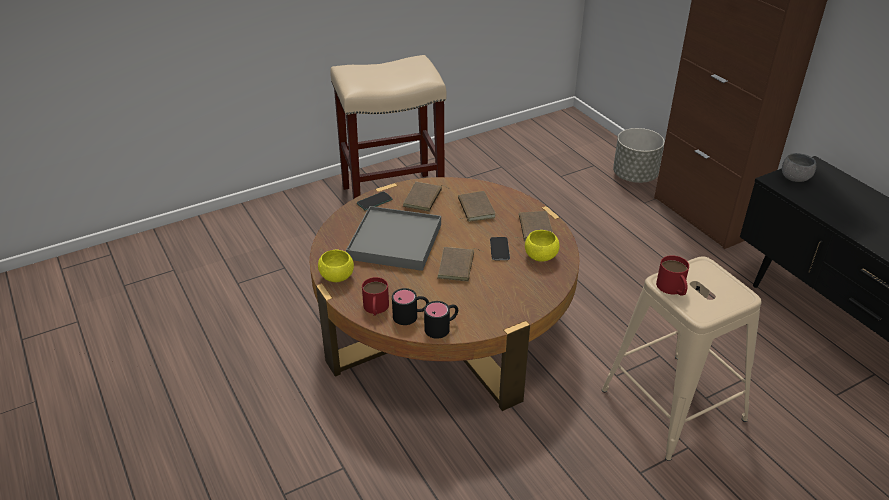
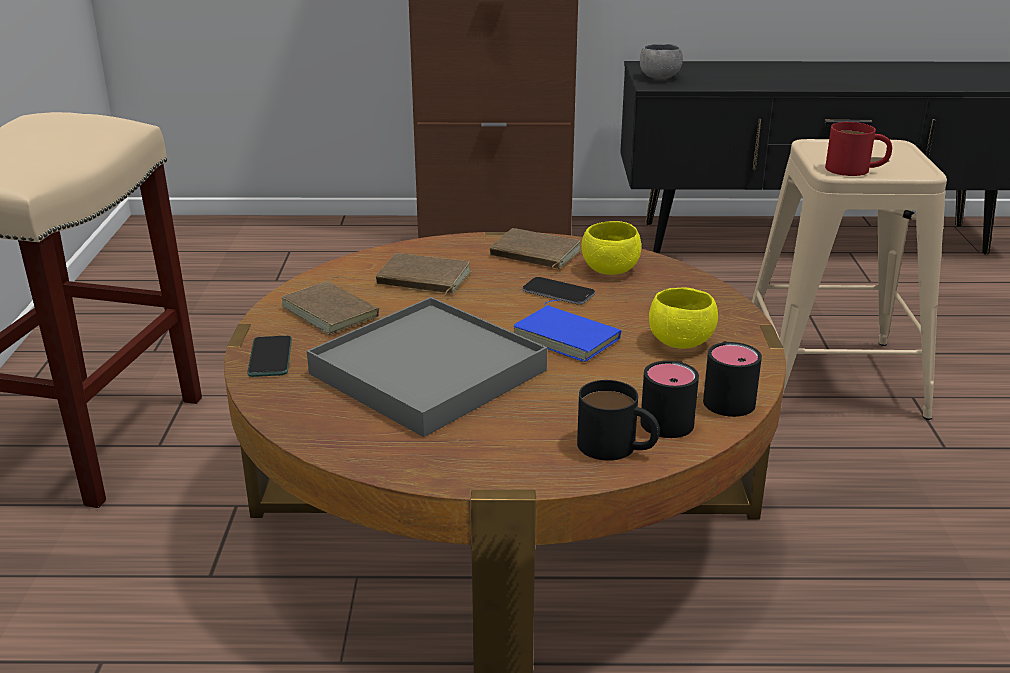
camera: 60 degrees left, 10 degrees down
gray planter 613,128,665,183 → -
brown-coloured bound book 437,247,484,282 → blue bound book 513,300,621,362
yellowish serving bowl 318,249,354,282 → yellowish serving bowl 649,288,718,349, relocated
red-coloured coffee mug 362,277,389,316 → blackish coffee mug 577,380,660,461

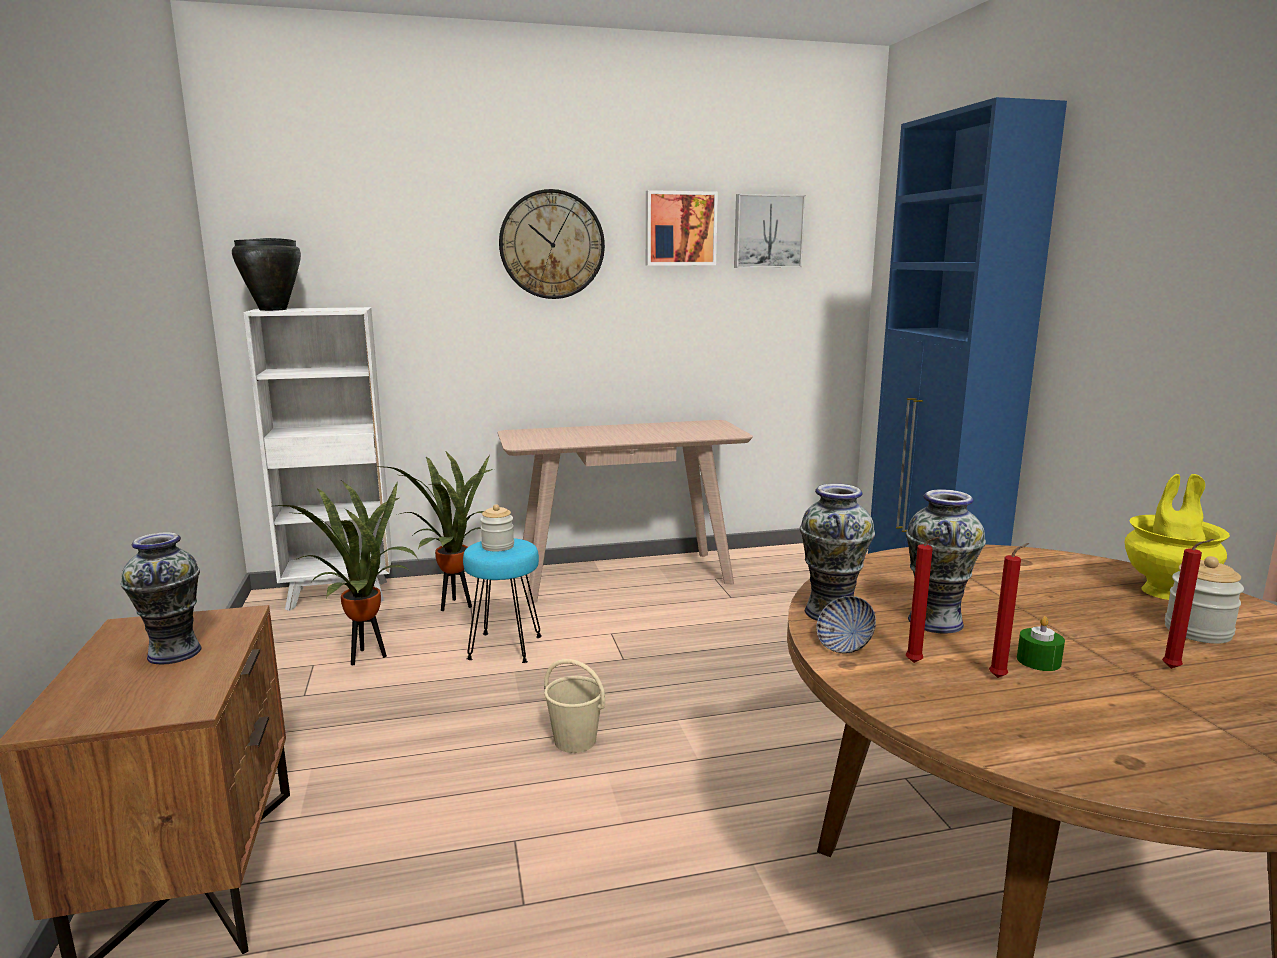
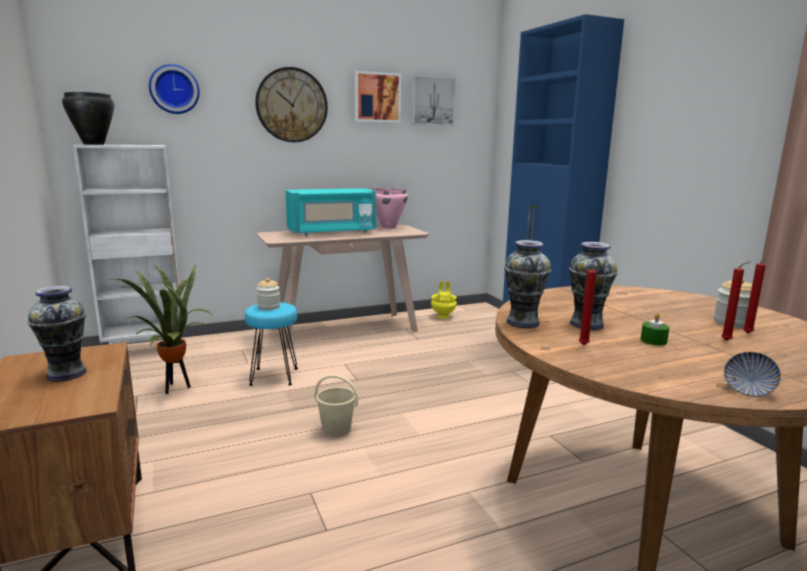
camera: 10 degrees left, 0 degrees up
potted plant 385,450,493,611 → -
yellowish flower vase 1125,474,1230,600 → yellowish flower vase 431,281,457,319, relocated
red-coloured candle 989,543,1029,678 → red-coloured candle 743,256,769,333, relocated
serving bowl 816,596,876,653 → serving bowl 724,352,781,397, relocated
- → clock on the wall 149,64,200,114
- → turquoise-coloured microwave 285,188,376,236
- → pink cooking pot 372,188,408,229

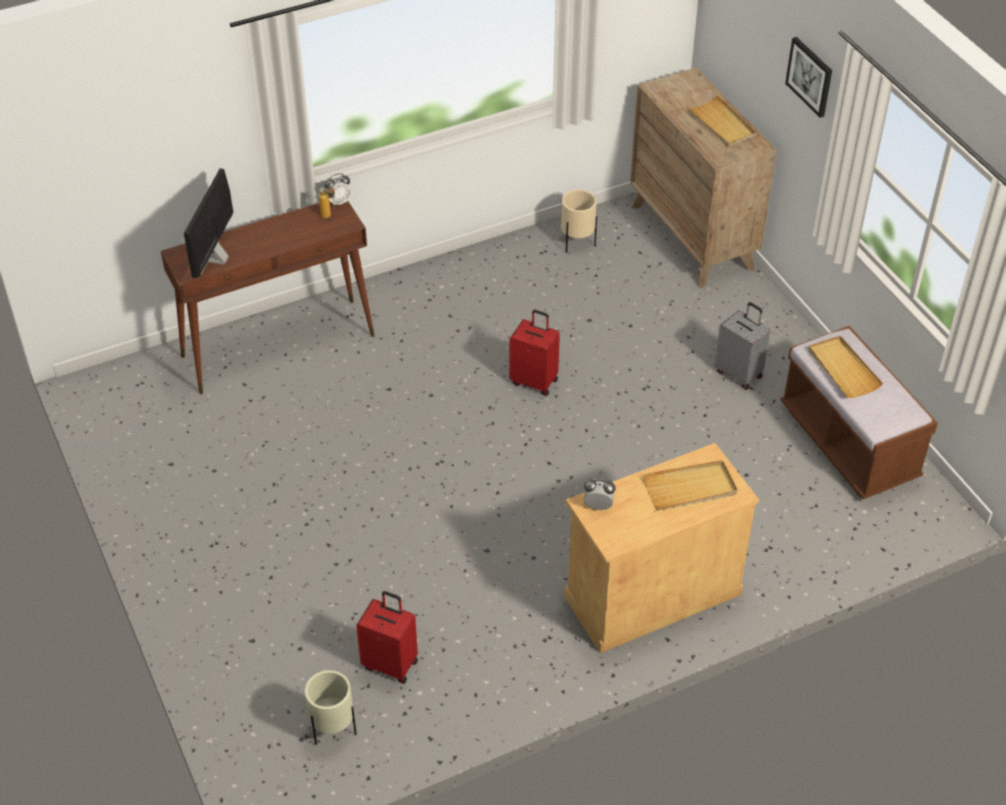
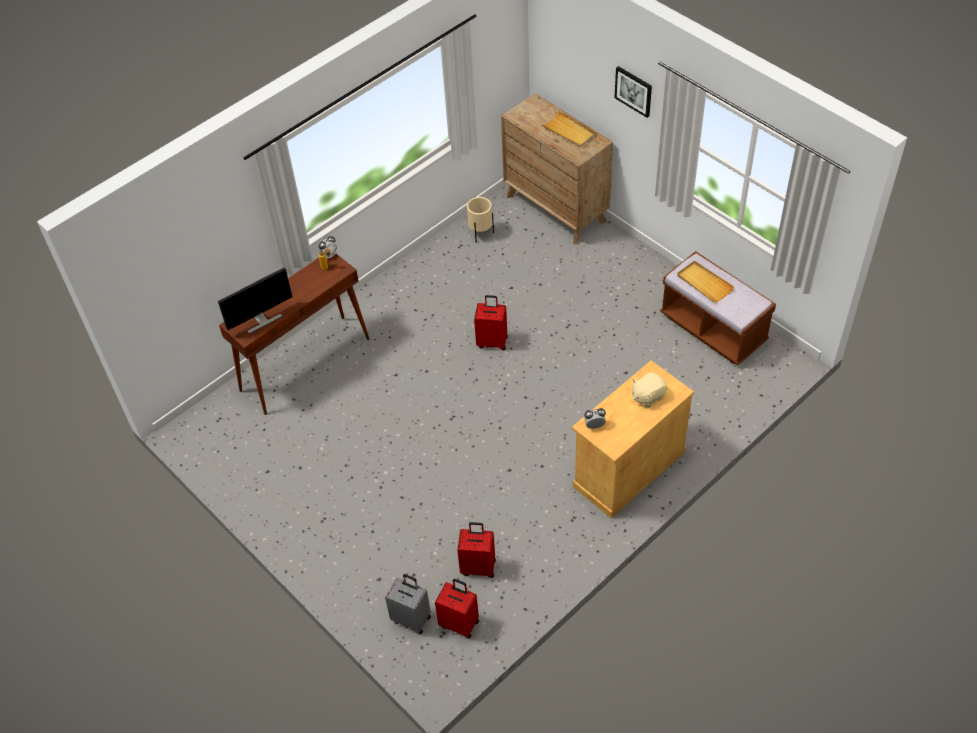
camera: 15 degrees left, 5 degrees up
computer display 184,168,233,278 → computer display 218,268,293,334, 120 degrees counterclockwise
gray suitcase 714,302,770,390 → gray suitcase 385,574,431,634, relocated
beige-coloured carrying tray 643,460,737,511 → beige-coloured cuddly toy 632,372,667,408
beige-coloured planter 305,670,356,744 → red-coloured suitcase 435,579,479,639

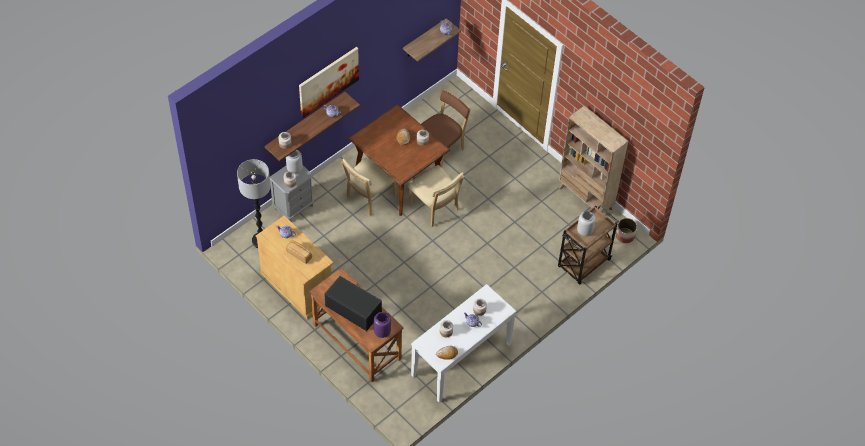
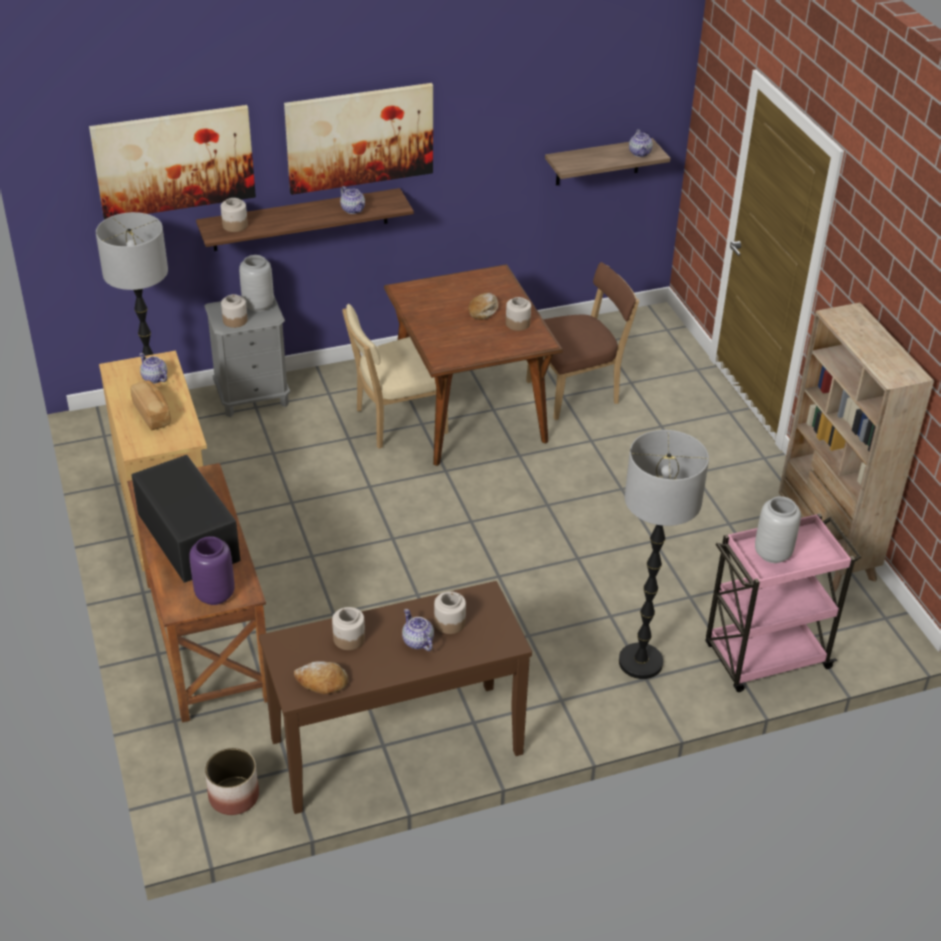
camera: 25 degrees right, 15 degrees down
beige-coloured chair 408,165,465,227 → -
brown-coloured cart 558,206,619,285 → pink cart 705,513,862,692
planter 616,218,637,243 → planter 205,748,259,815, relocated
white console table 411,284,516,403 → brown-coloured console table 259,581,532,814
- → wall art 89,105,256,220
- → standard lamp 619,430,709,679

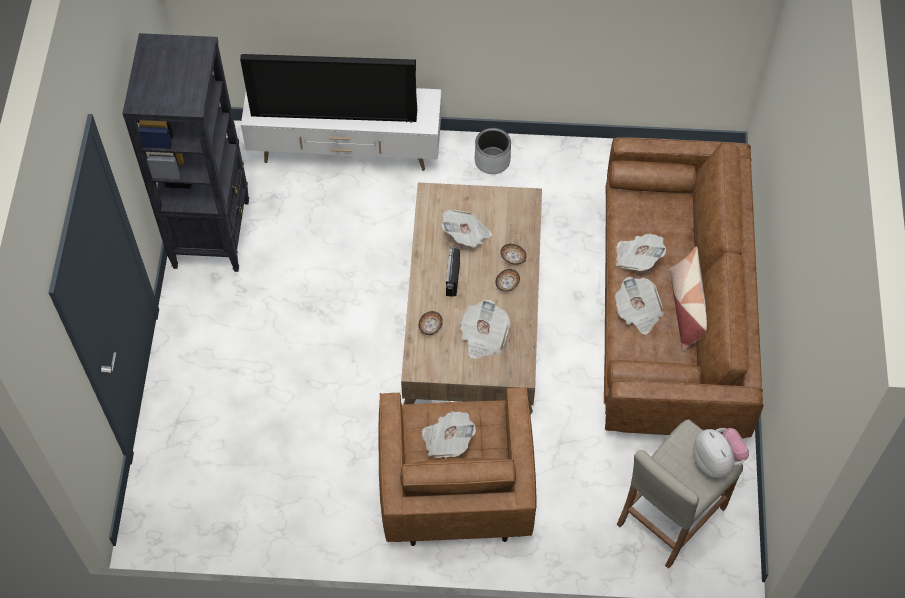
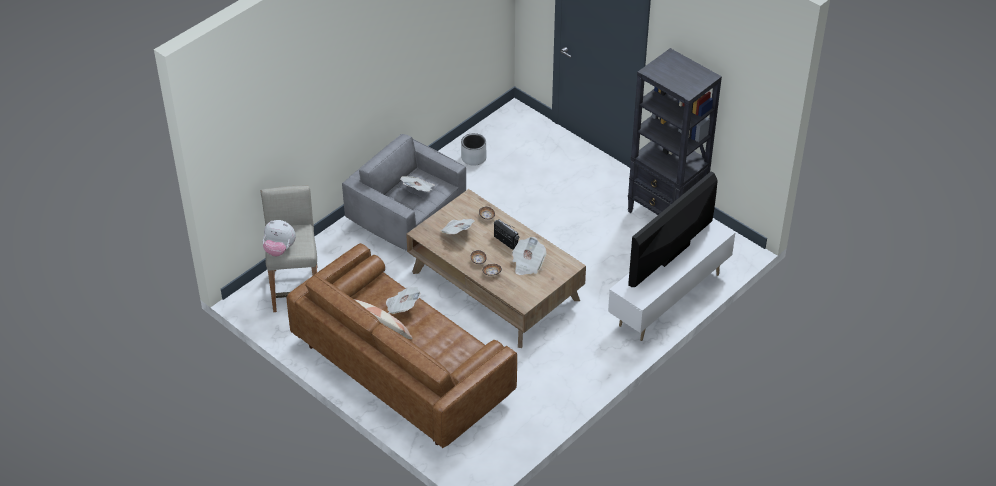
camera: 130 degrees right, 15 degrees down
gray planter 475,128,511,174 → gray planter 461,133,487,166, relocated
printed paper 616,233,666,271 → -
brown-coloured easy chair 378,387,536,546 → gray easy chair 342,134,466,251

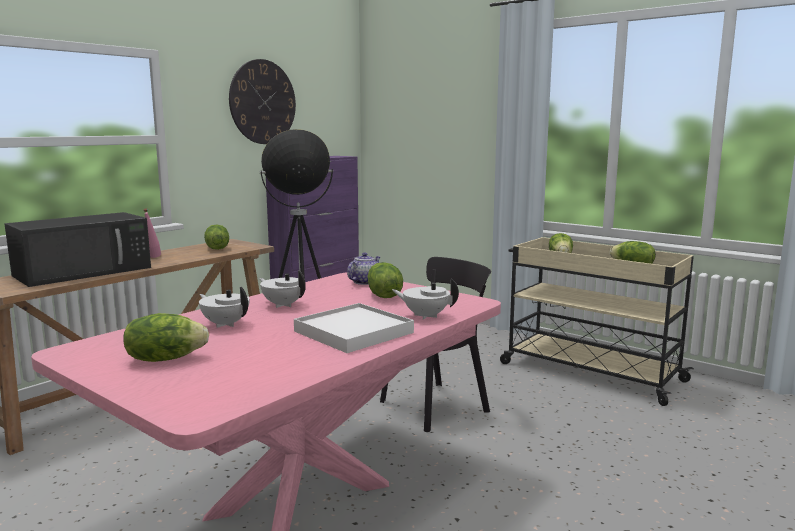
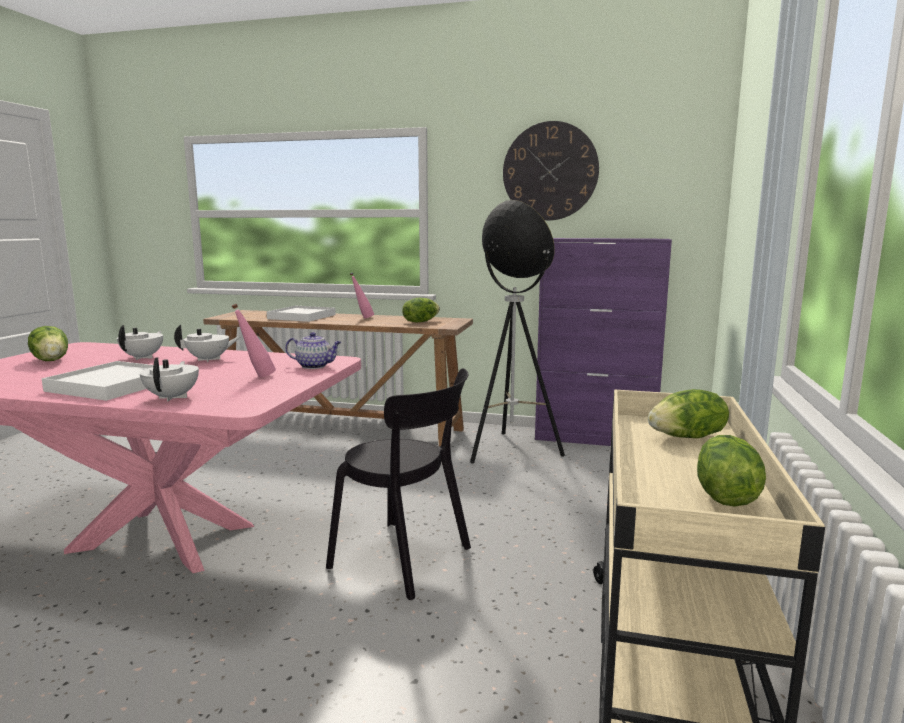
camera: 65 degrees right, 0 degrees up
blackish microwave 5,212,151,287 → white carrying tray 267,306,336,322
head of lettuce 368,262,403,298 → pink beverage bottle 232,304,276,377
white pot for tea 259,270,306,308 → white pot for tea 174,325,242,362, 60 degrees clockwise

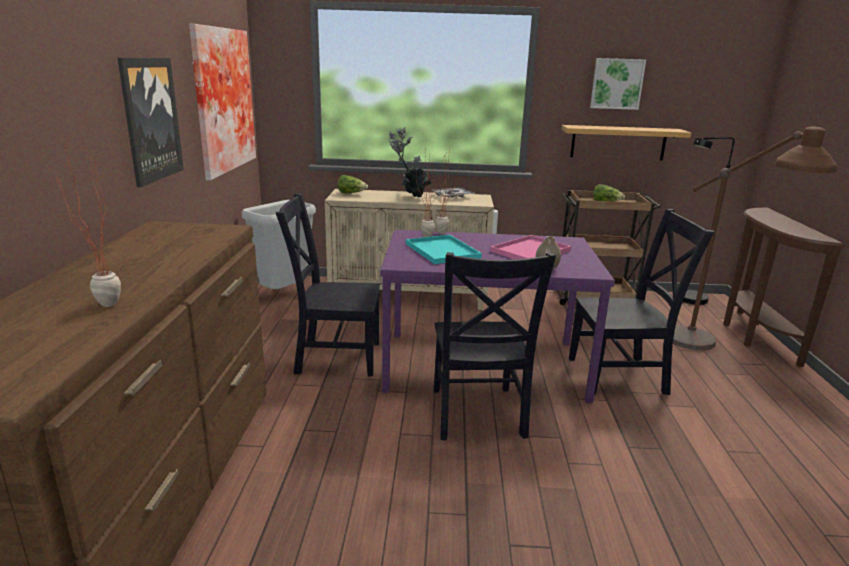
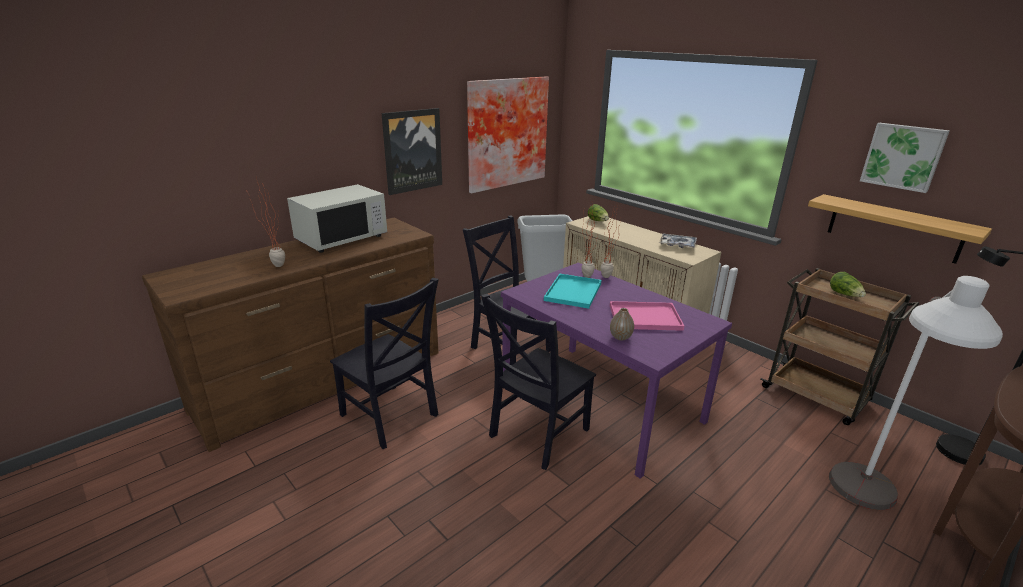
camera: 45 degrees right, 5 degrees up
potted plant 388,127,431,198 → -
brown-coloured standard lamp 673,127,837,350 → white standard lamp 829,276,1003,510
blackish chair 569,209,714,395 → blackish chair 330,278,439,449, relocated
- → white microwave 287,184,387,253

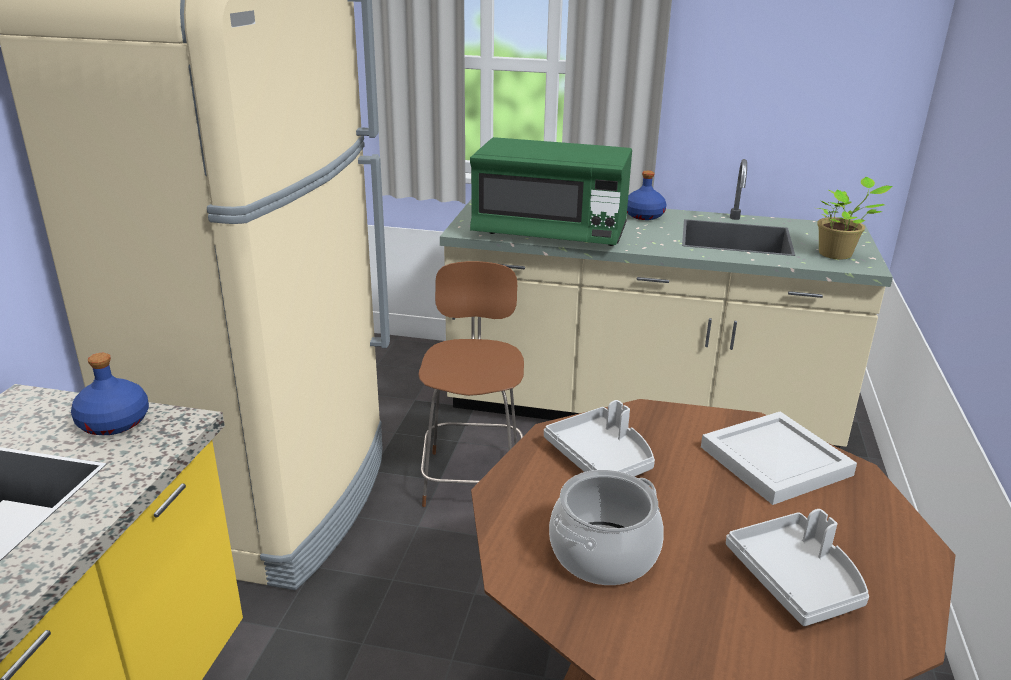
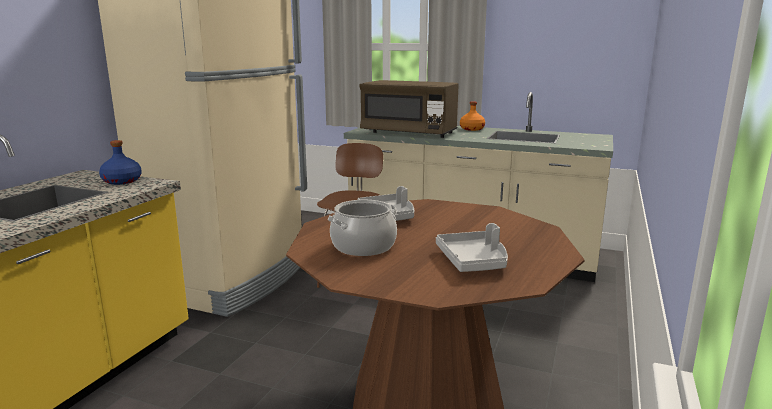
camera: 10 degrees right, 10 degrees down
green microwave 470,137,632,246 → brown-coloured microwave 359,80,459,138
blue beverage bottle 627,171,667,220 → orange beverage bottle 460,101,485,131
potted plant 818,177,893,260 → -
white carrying tray 701,412,857,505 → -

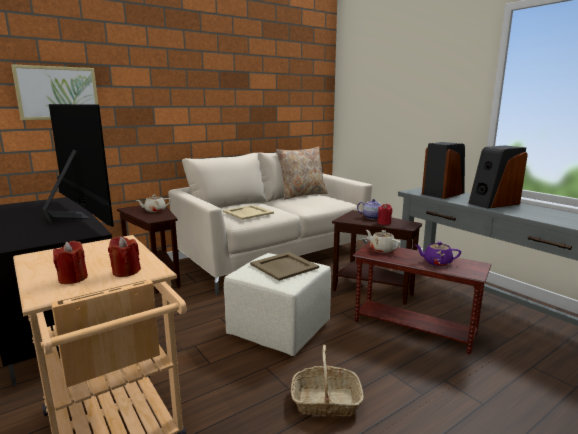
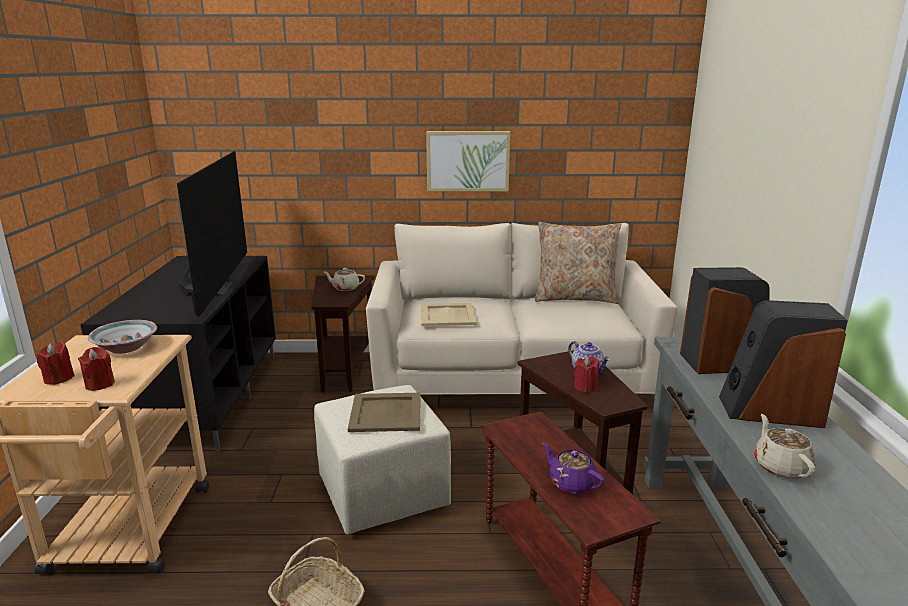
camera: 35 degrees right, 5 degrees up
wall art 11,64,98,120 → wall art 426,131,510,191, relocated
beige-coloured pot for tea 366,230,400,253 → beige-coloured pot for tea 754,414,816,479, relocated
- → serving bowl 88,320,157,354

